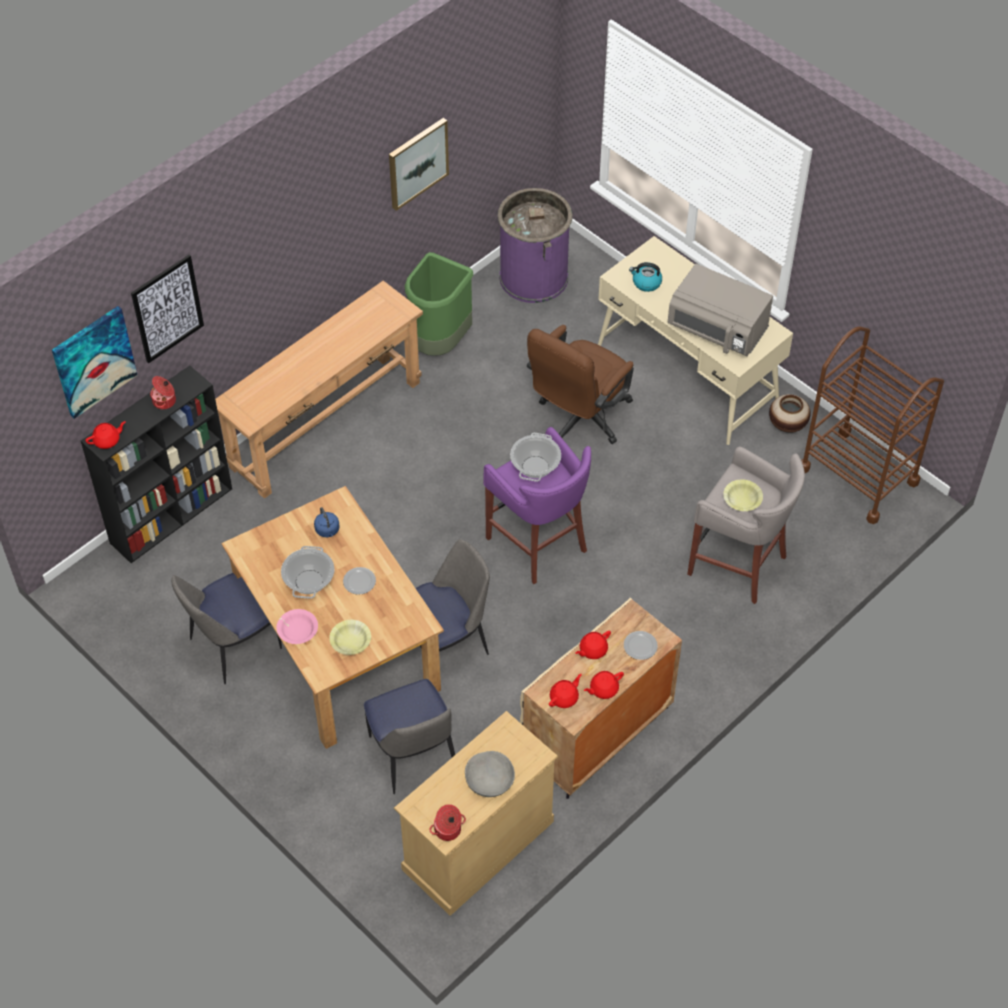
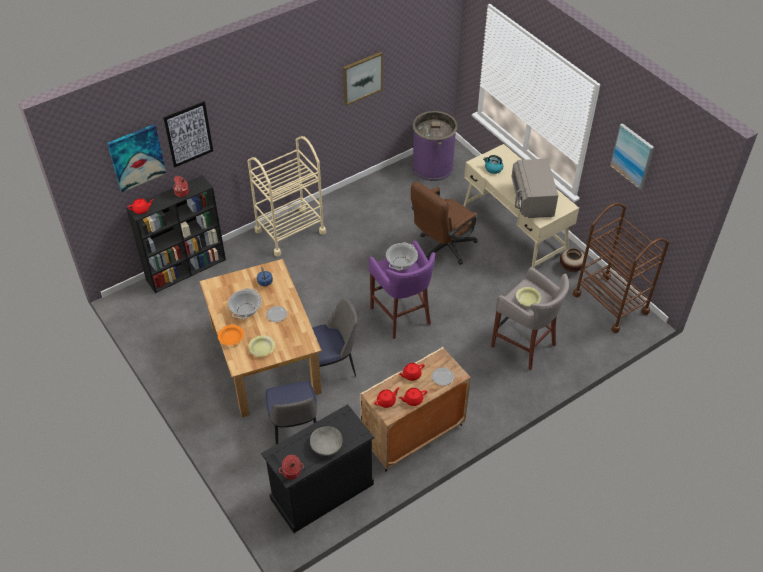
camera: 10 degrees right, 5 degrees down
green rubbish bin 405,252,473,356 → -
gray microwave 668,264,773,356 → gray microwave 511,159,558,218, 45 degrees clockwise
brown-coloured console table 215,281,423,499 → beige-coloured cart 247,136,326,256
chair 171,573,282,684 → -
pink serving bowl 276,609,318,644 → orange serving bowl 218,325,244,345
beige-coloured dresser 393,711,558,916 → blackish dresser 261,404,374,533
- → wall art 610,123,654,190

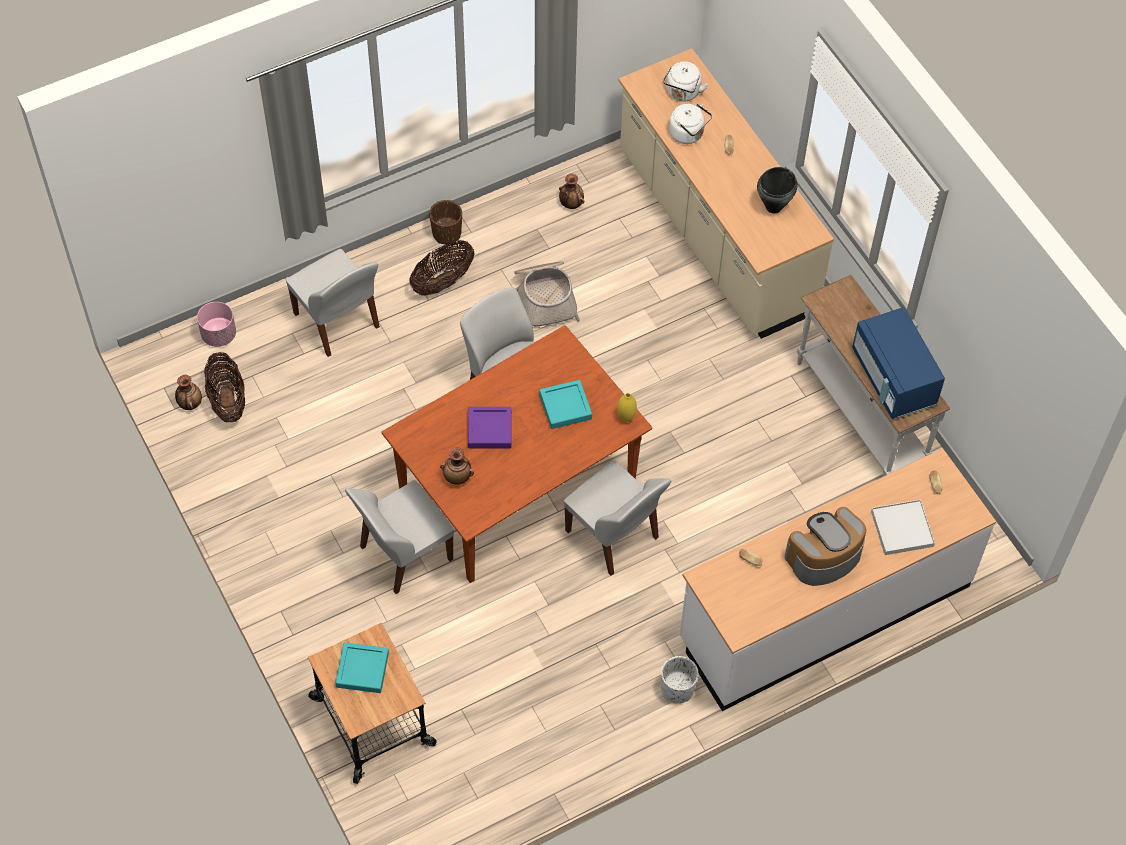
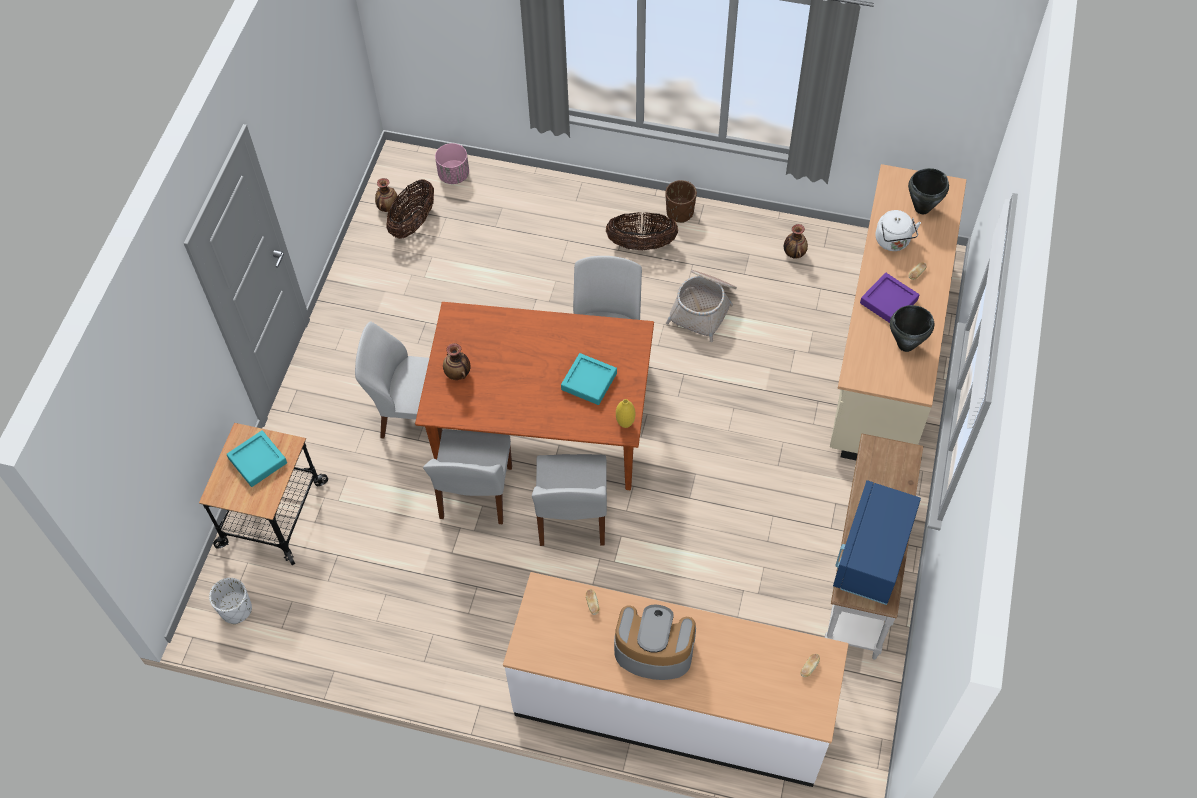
camera: 45 degrees right, 0 degrees up
white kettle 663,61,708,101 → blackish cooking pot 908,168,949,214
white chair 286,249,380,357 → white chair 423,429,512,524, relocated
purple carrying tray 468,407,512,448 → purple carrying tray 860,273,919,323, relocated
white carrying tray 871,499,935,555 → -
white planter 661,656,699,703 → white planter 209,578,252,624, relocated

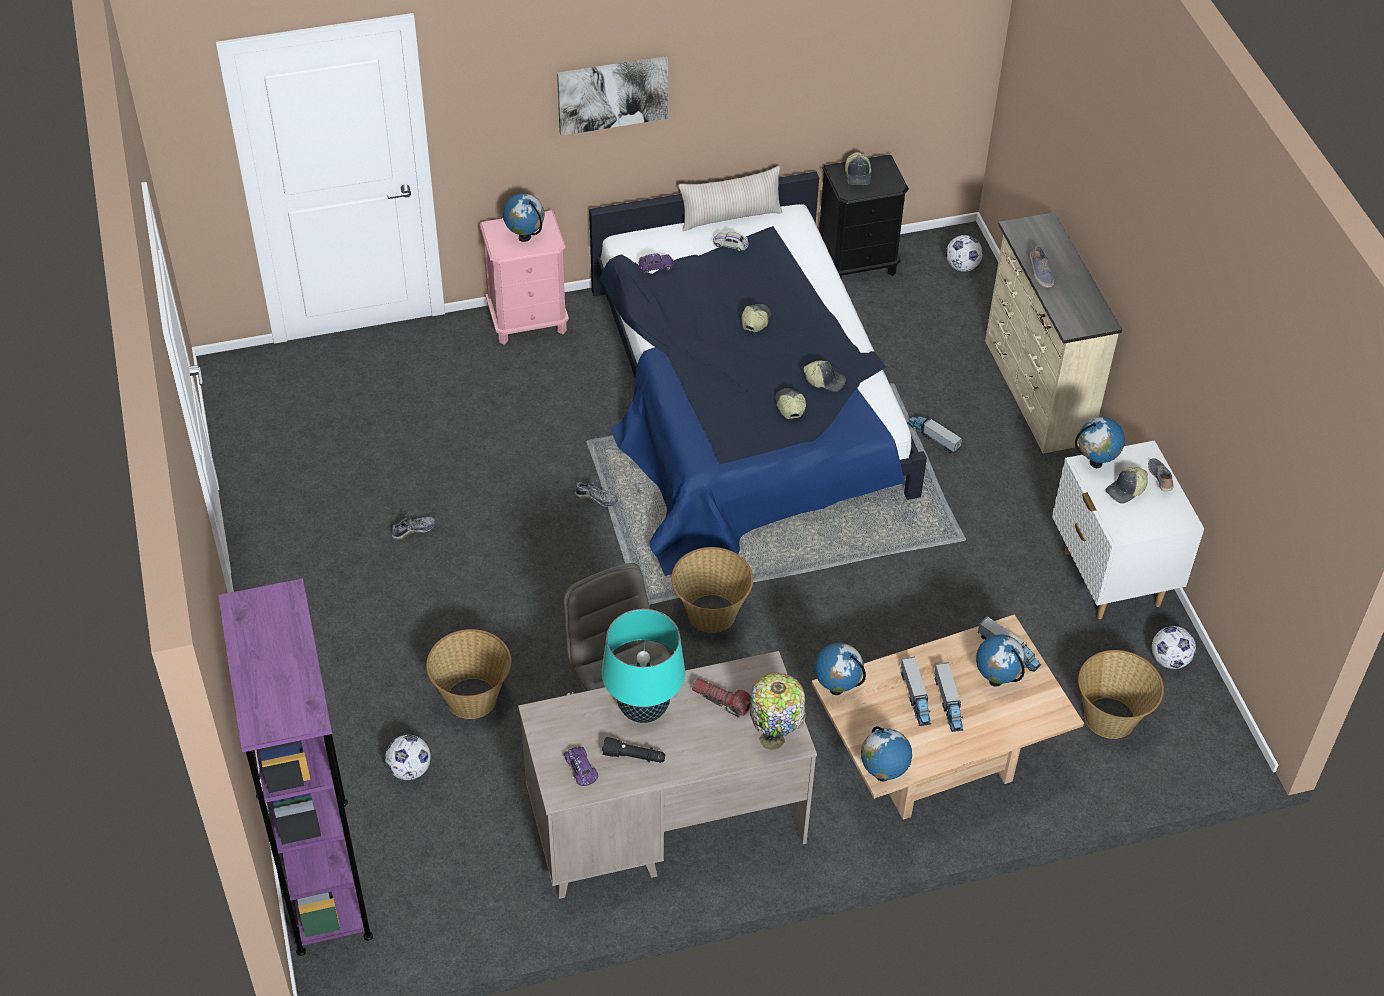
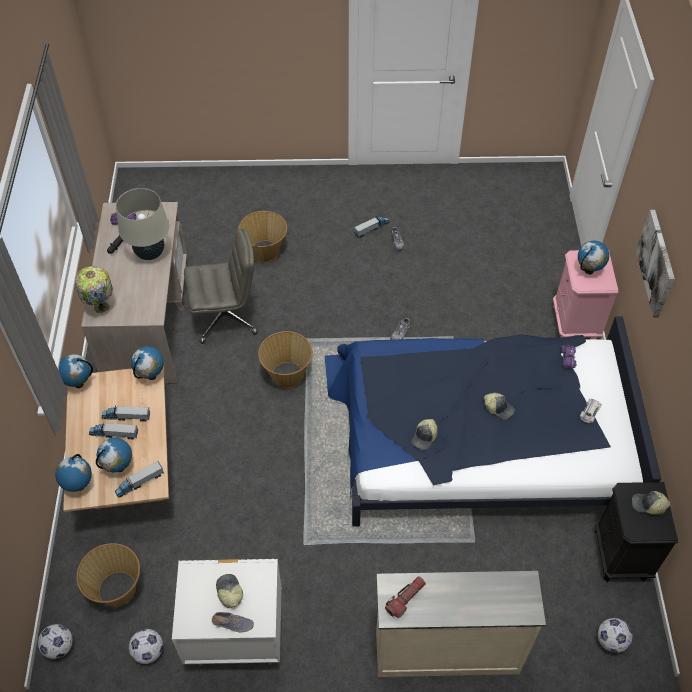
camera: 105 degrees right, 5 degrees up
beige-coloured cushion 679,166,782,231 → -
low shoe 1030,245,1054,288 → -
peaked cap 775,388,806,419 → -
toy truck 907,416,962,453 → toy truck 354,216,389,238, relocated
world globe 1075,417,1125,468 → world globe 55,454,92,492, relocated
purple bookshelf 218,578,373,956 → -
turquoise-coloured tabletop lamp 601,609,685,723 → beige-coloured tabletop lamp 116,188,169,260
flashlight 692,678,751,718 → flashlight 385,576,426,618, relocated
football ball 385,735,431,780 → football ball 38,624,73,659, relocated

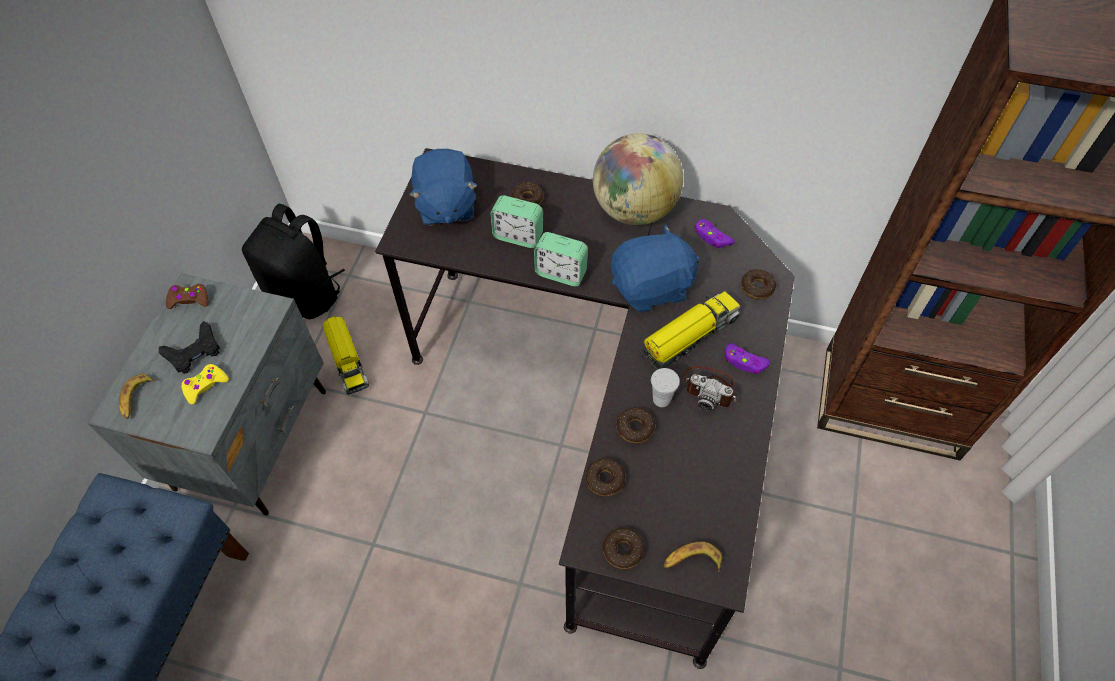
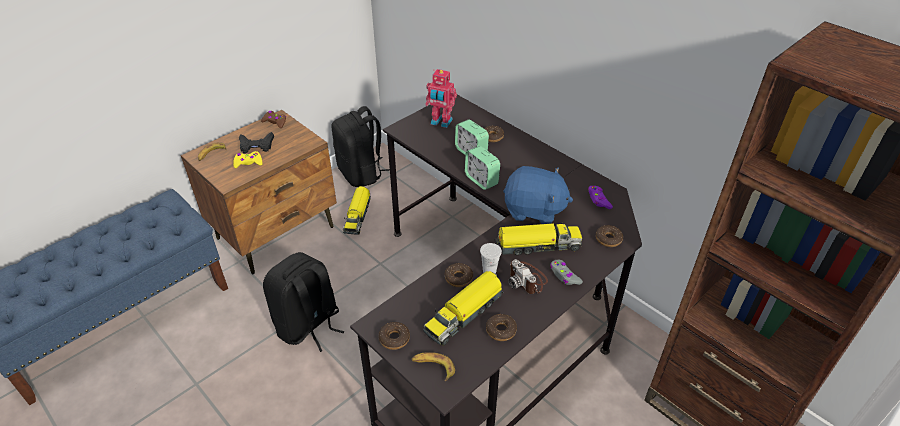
camera: 30 degrees right, 15 degrees down
world globe 593,133,683,225 → -
blue cuddly toy 409,149,478,226 → robot figure 425,69,457,128
gray night table 87,274,326,516 → brown-coloured night table 181,110,337,274
purple joypad 725,343,770,374 → gray joypad 550,260,583,285
donut 586,458,625,496 → donut 486,314,517,341, relocated
- → blackish backpack 263,252,344,352
- → toy truck 423,271,503,346

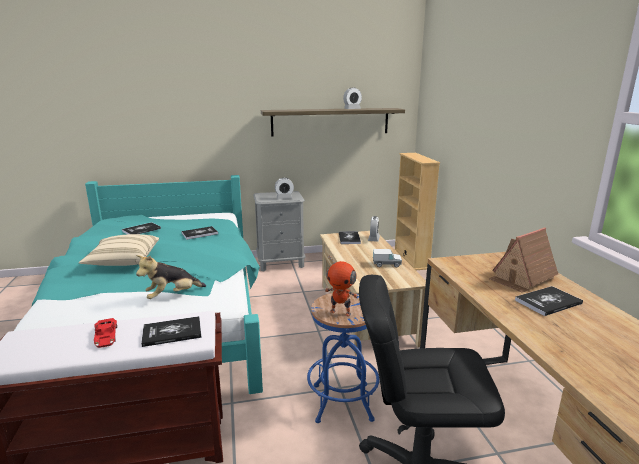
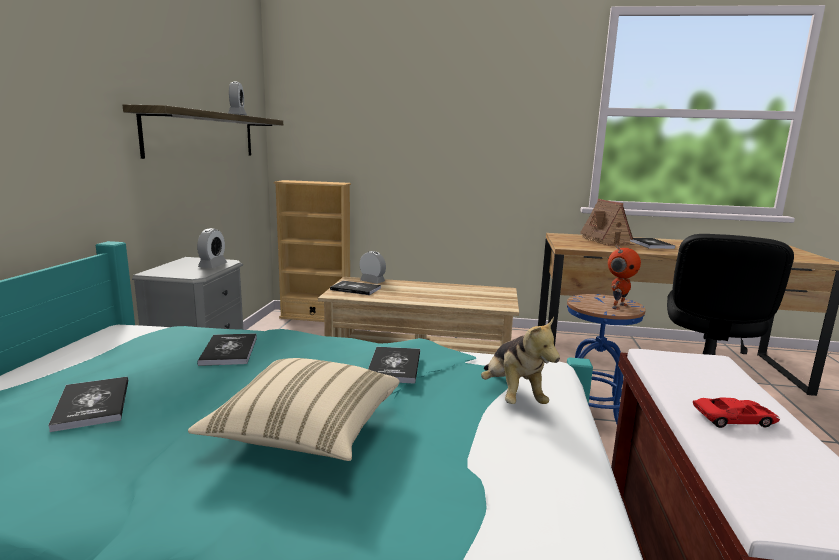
camera: 70 degrees left, 5 degrees down
toy truck 373,249,402,267 → -
bound book 141,316,202,347 → bound book 368,347,420,384, relocated

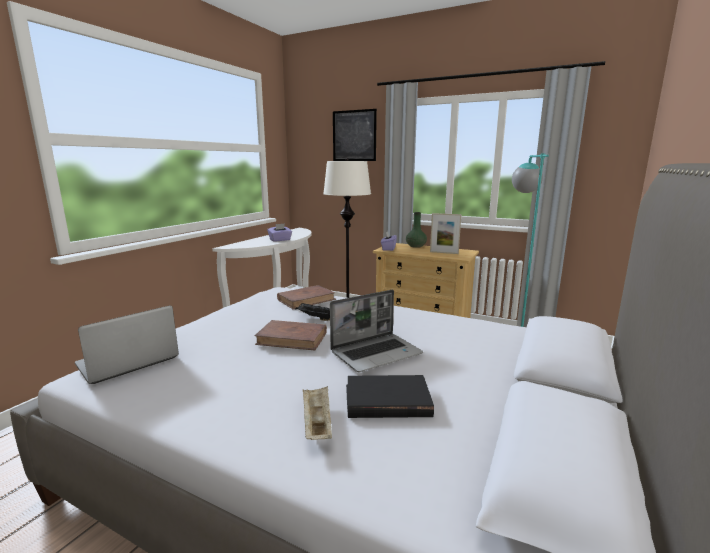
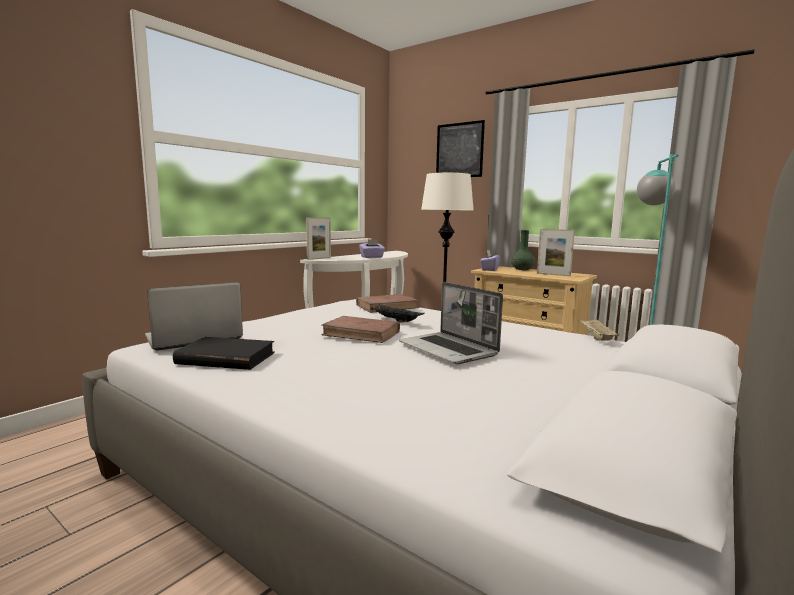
camera: 10 degrees right, 5 degrees down
notebook computer 330,290,423,372 → notebook computer 399,282,503,364, 75 degrees clockwise
blackish bound book 346,375,434,418 → blackish bound book 173,337,275,370, relocated
beige-coloured carrying tray 303,386,332,440 → beige-coloured carrying tray 578,319,620,341, relocated
- → photo frame 306,217,331,260

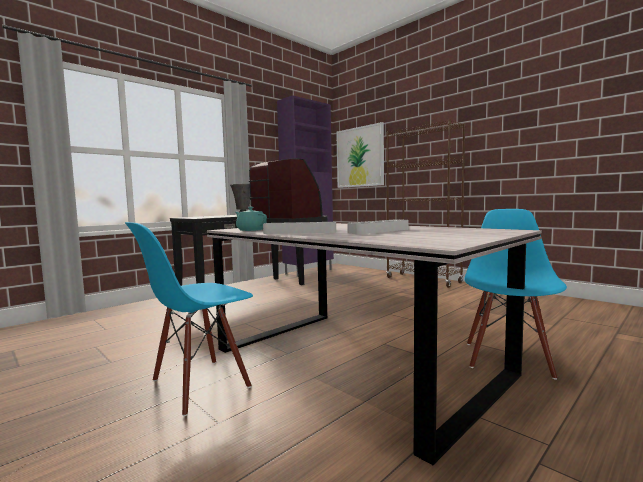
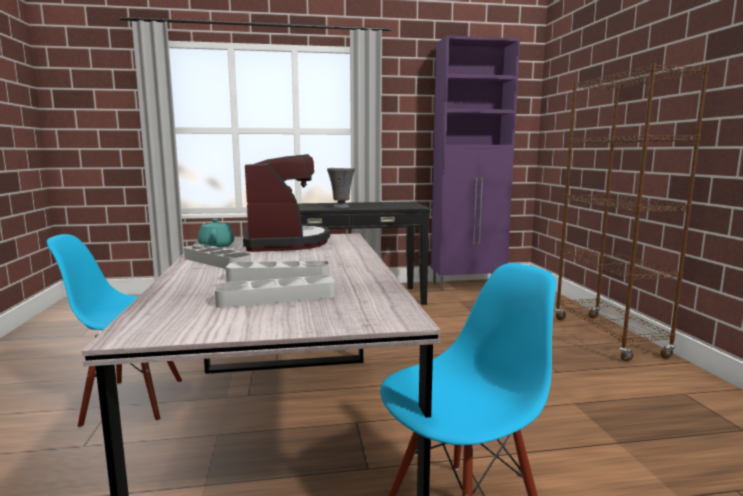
camera: 35 degrees right, 5 degrees up
wall art 336,122,384,188 → -
- → gray carrying tray 215,275,335,308

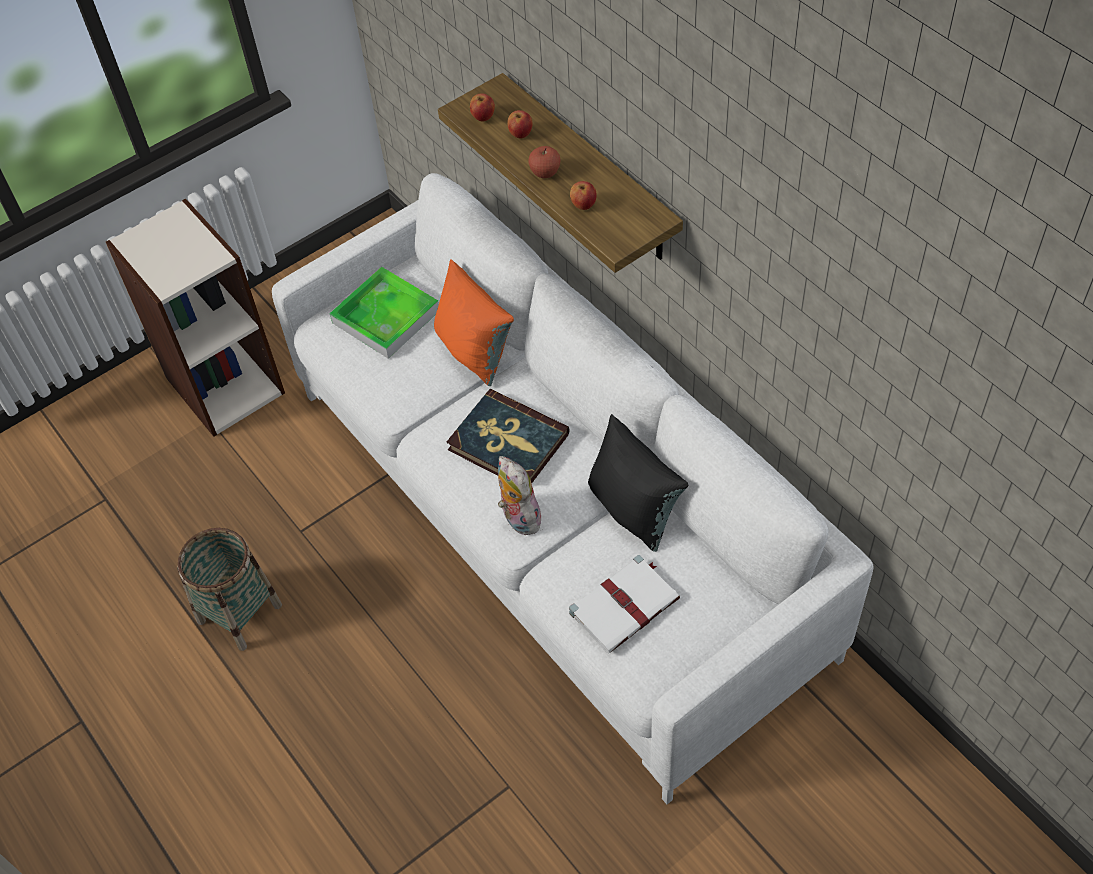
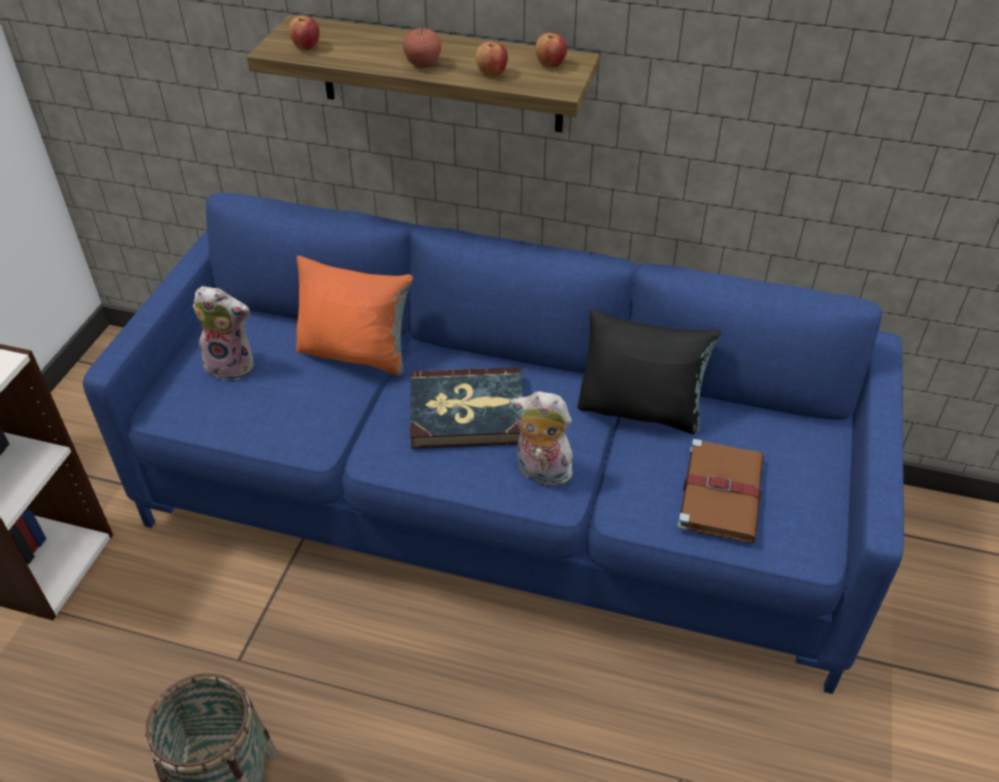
camera: 40 degrees left, 10 degrees down
apple fruit 507,110,532,139 → apple fruit 535,33,567,67, relocated
white couch 272,173,874,804 → blue couch 83,193,904,694
carrying tray 329,267,439,359 → cuddly toy 193,286,254,380
white bound book 569,555,680,654 → brown-coloured bound book 677,439,764,543

